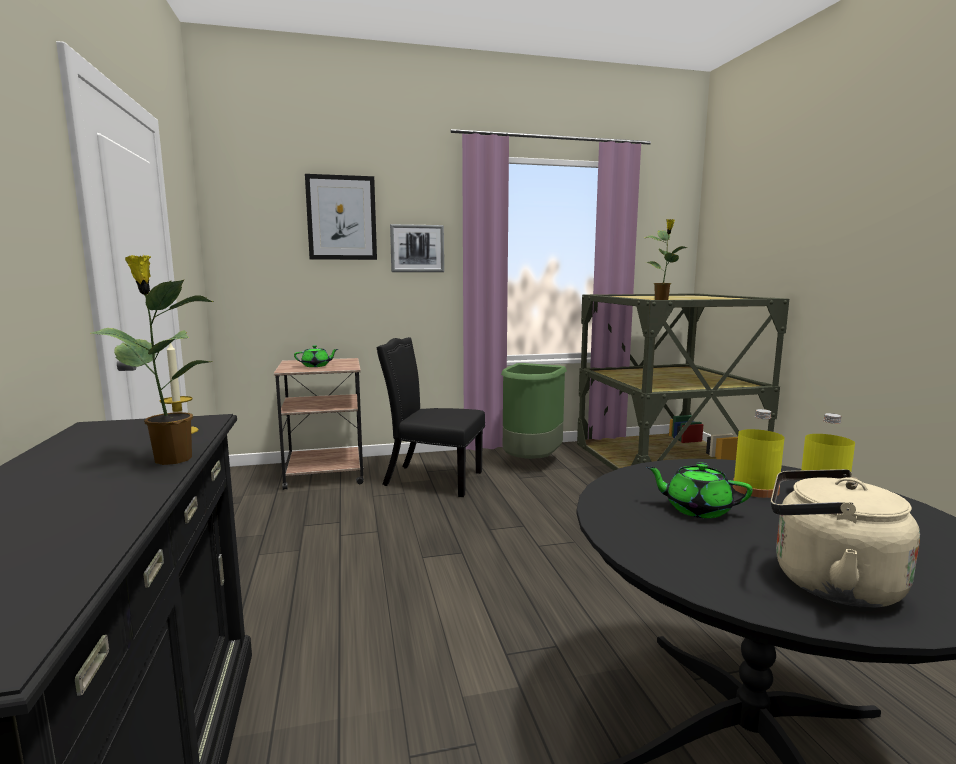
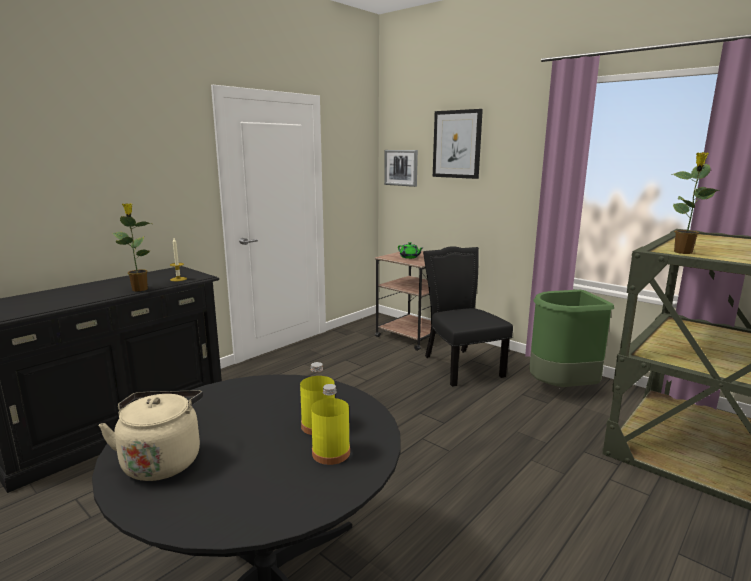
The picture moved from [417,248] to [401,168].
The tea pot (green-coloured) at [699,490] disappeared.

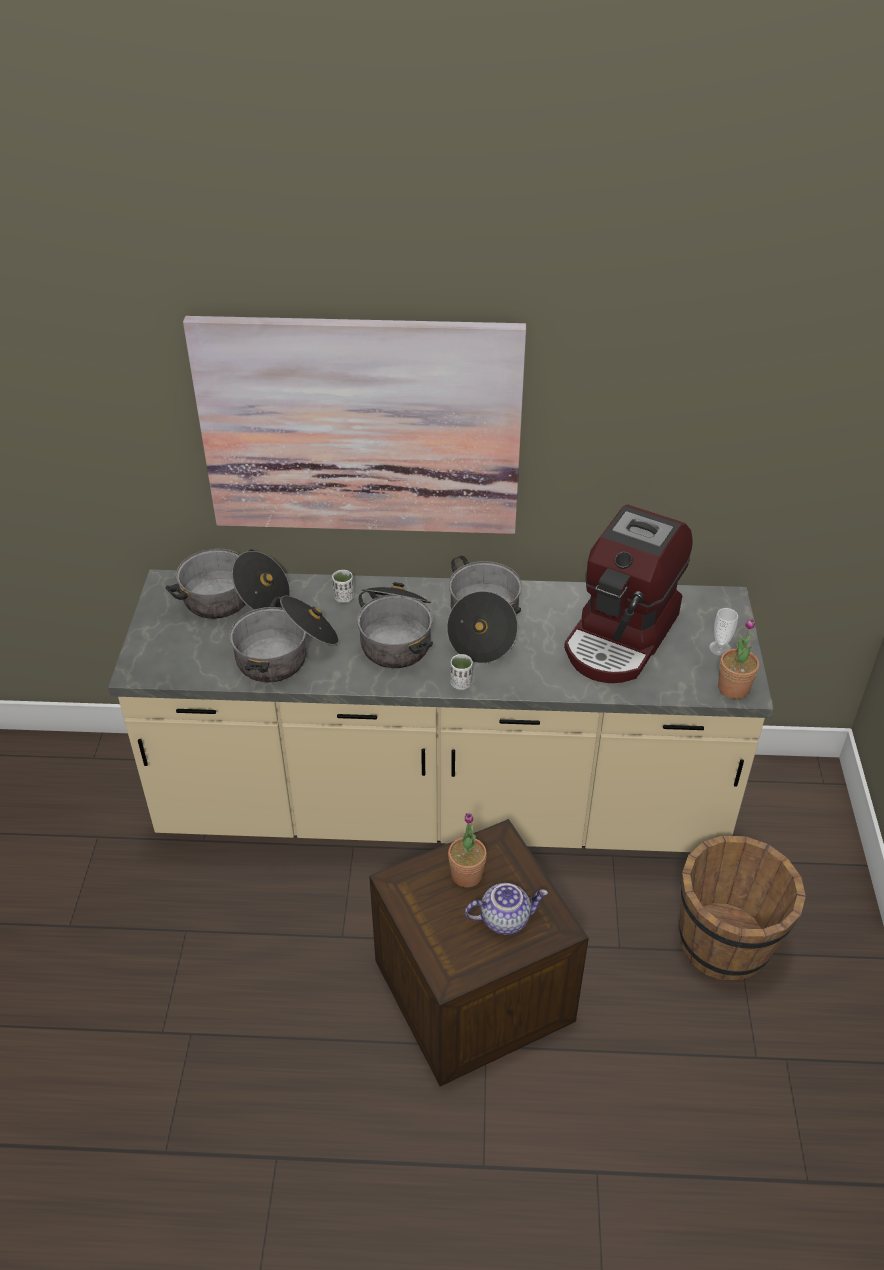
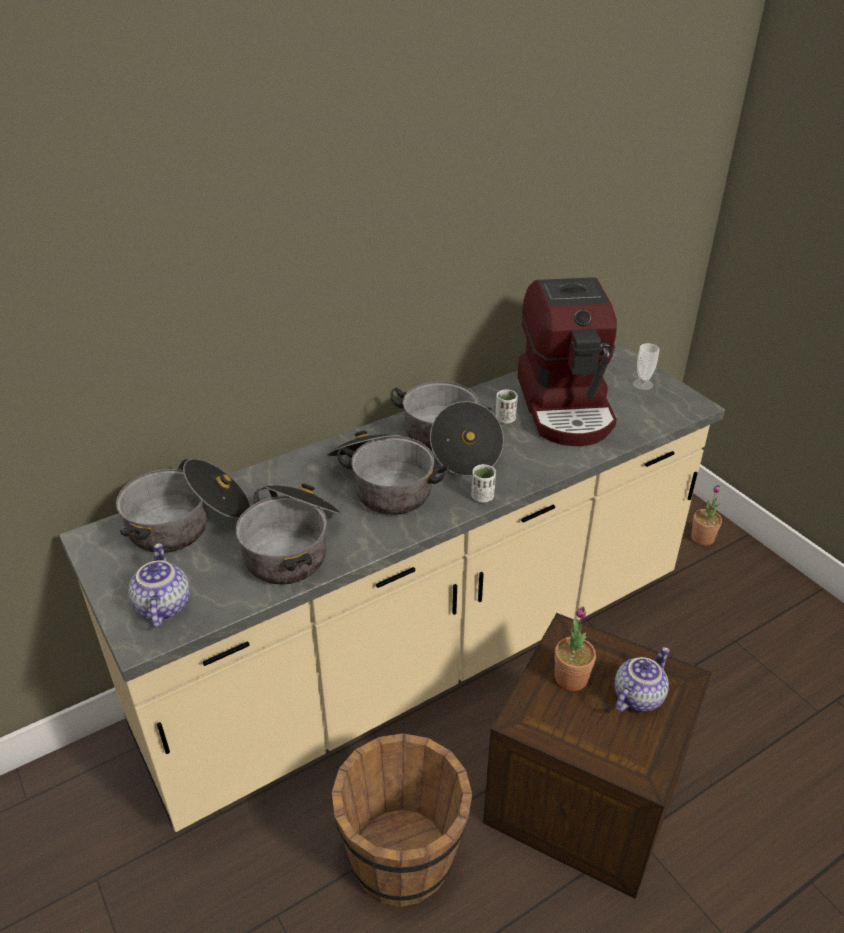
The picture at [354,425] disappeared.
The drinking cup (white) moved from [343,586] to [507,407].
The pail (brownish) moved from [742,908] to [402,820].
The potted plant moved from [738,658] to [706,515].
The tea pot at [159,586] appeared.

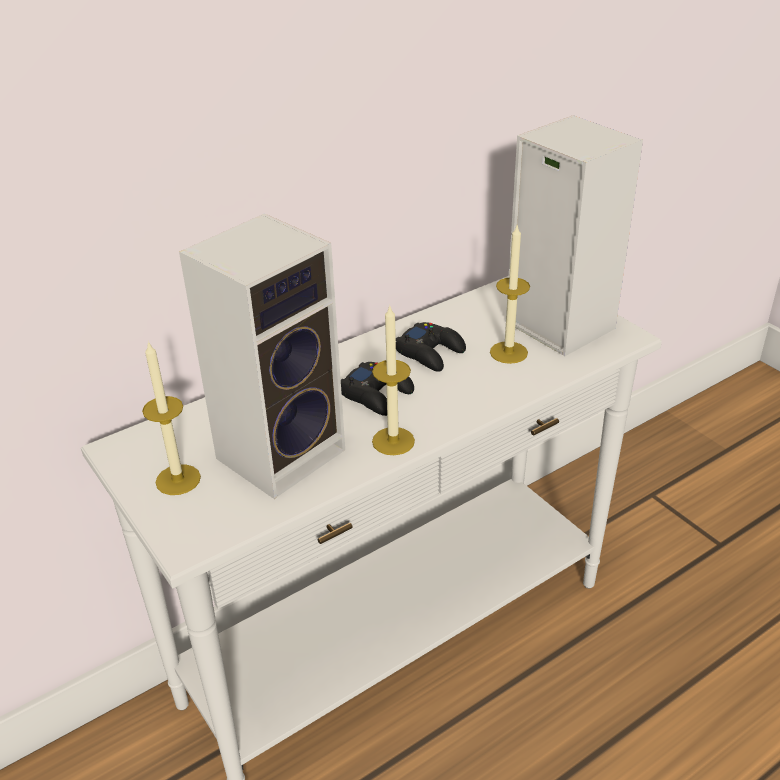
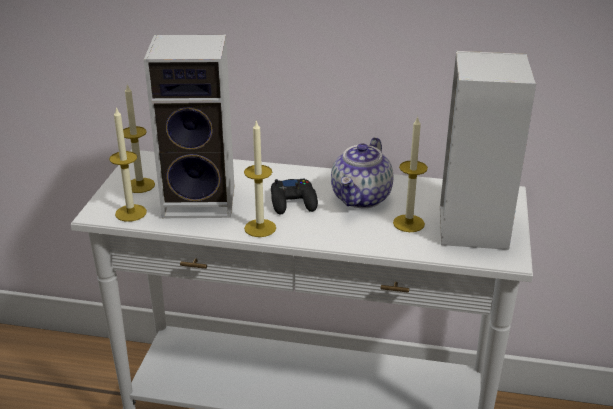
The game controller (blackish) at [431,347] was replaced by the tea pot at [362,172].
The wax light at [128,164] appeared.

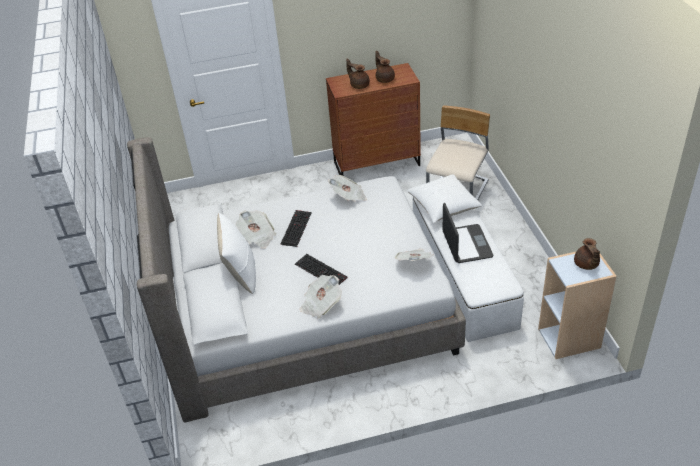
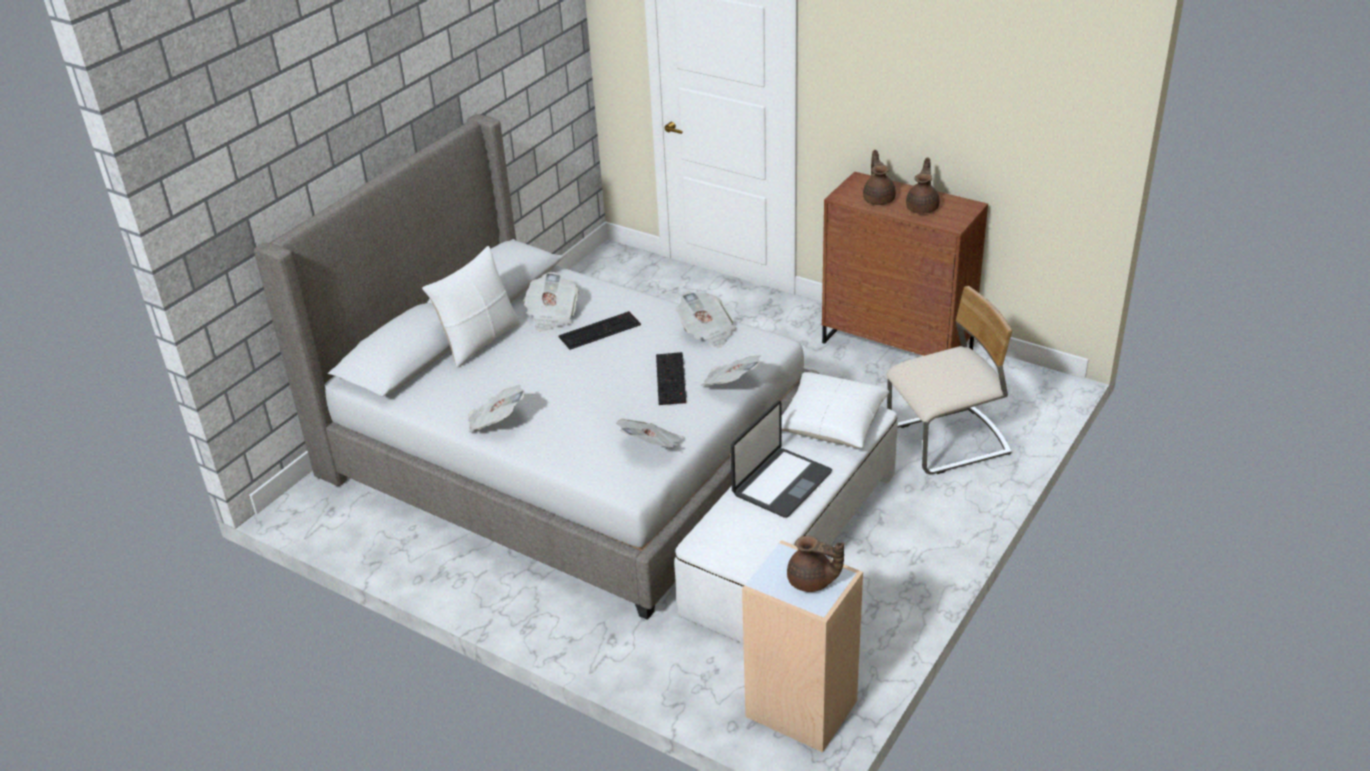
The keyboard moved from [321,269] to [671,378].
The tea pot (brownish) at [587,254] turned 105 degrees counterclockwise.
The printed paper at [731,370] appeared.

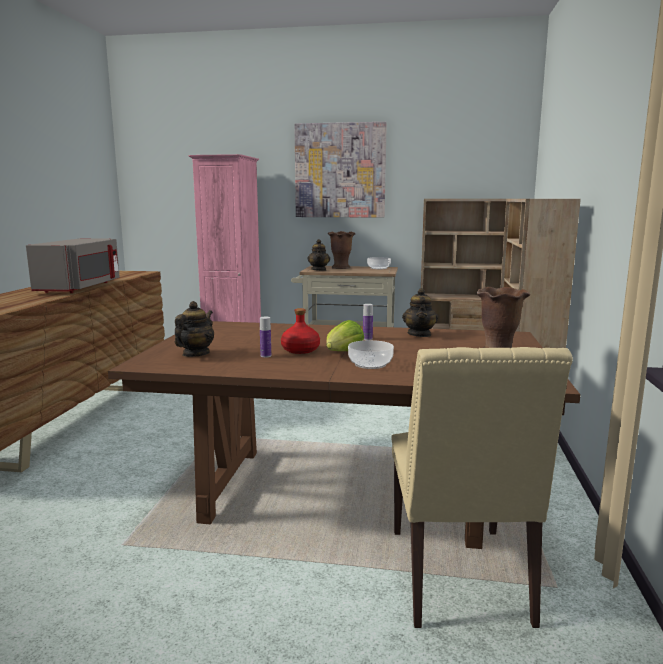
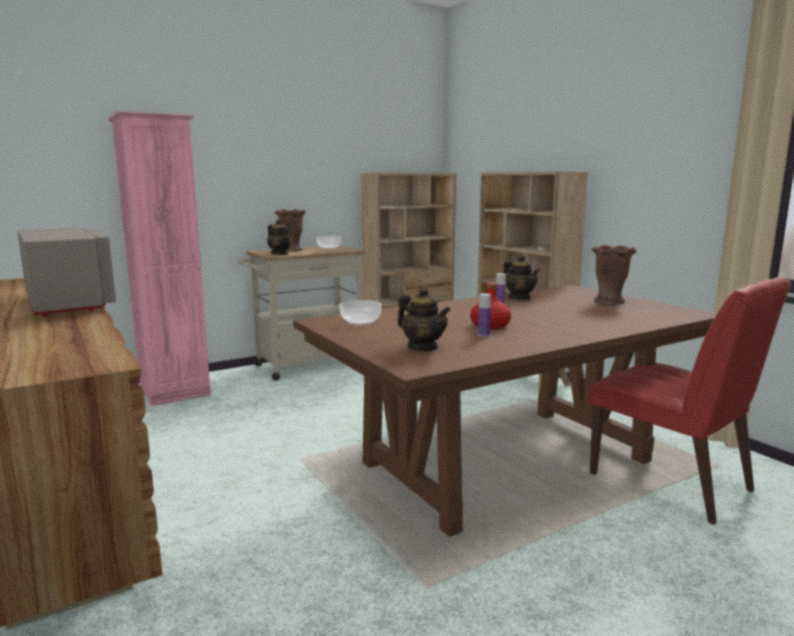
The tea pot at [194,329] turned 150 degrees clockwise.
The picture at [340,170] disappeared.
The lettuce head at [345,335] disappeared.
The deep dish moved from [371,354] to [361,312].
The chair (sand-coloured) at [482,487] became the chair (red) at [690,401].

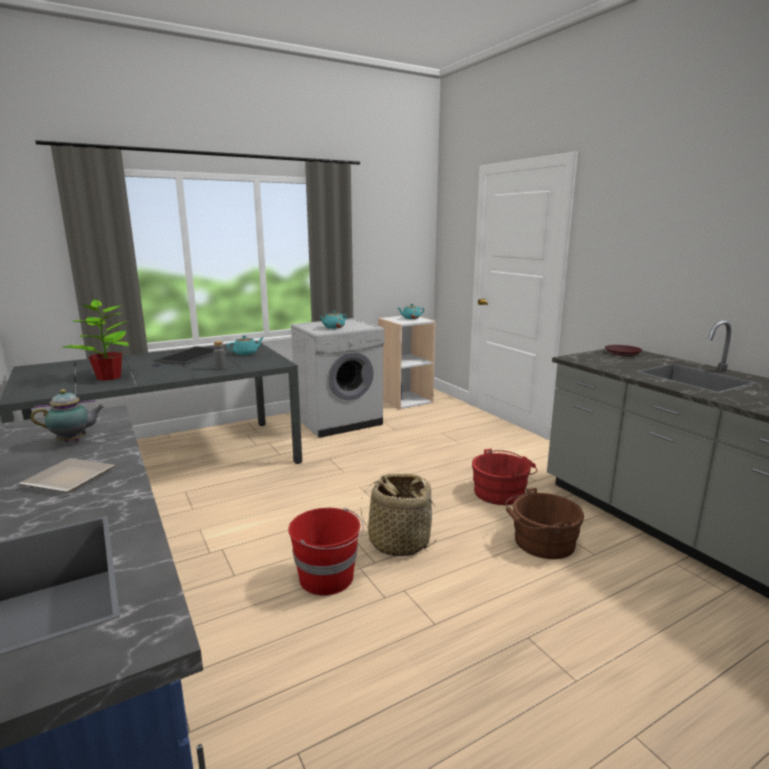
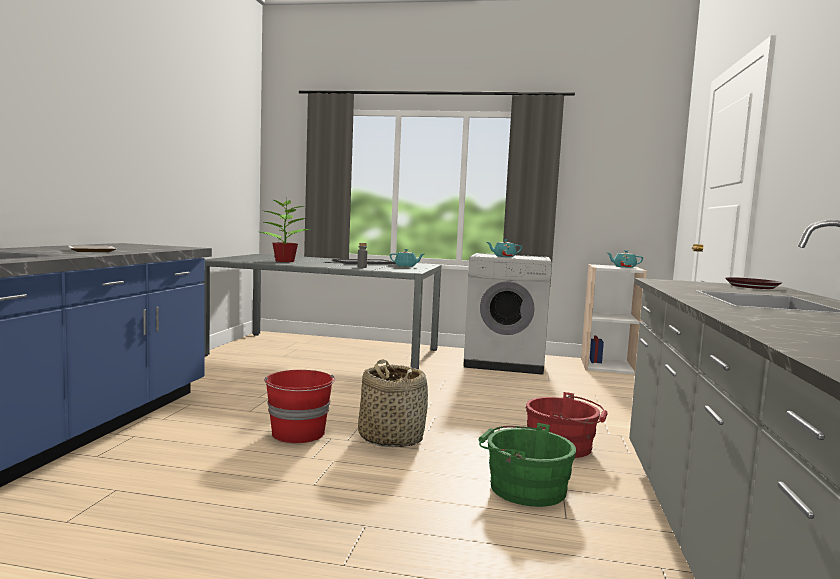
The tea pot at [67,415] disappeared.
The pail (brownish) at [545,523] became the pail (green-coloured) at [527,465].

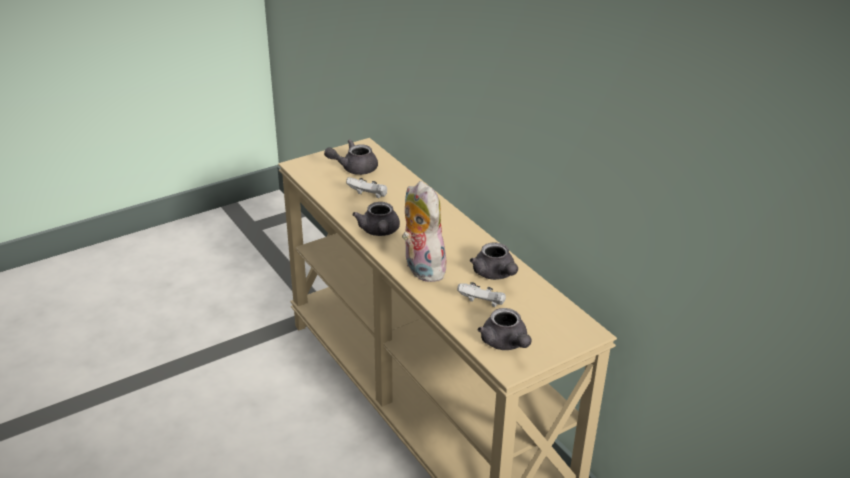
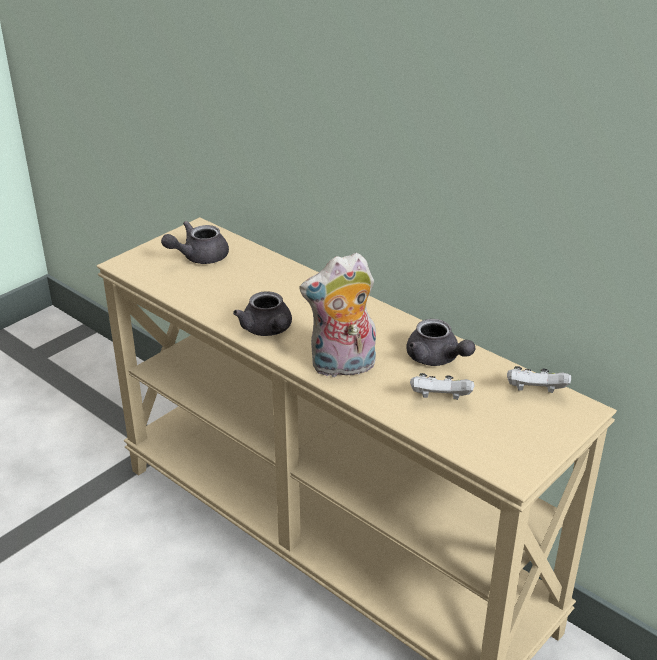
The game controller (white) moved from [366,187] to [539,379].
The plush toy at [424,231] turned 60 degrees counterclockwise.
The tea pot (gray) at [505,329] disappeared.

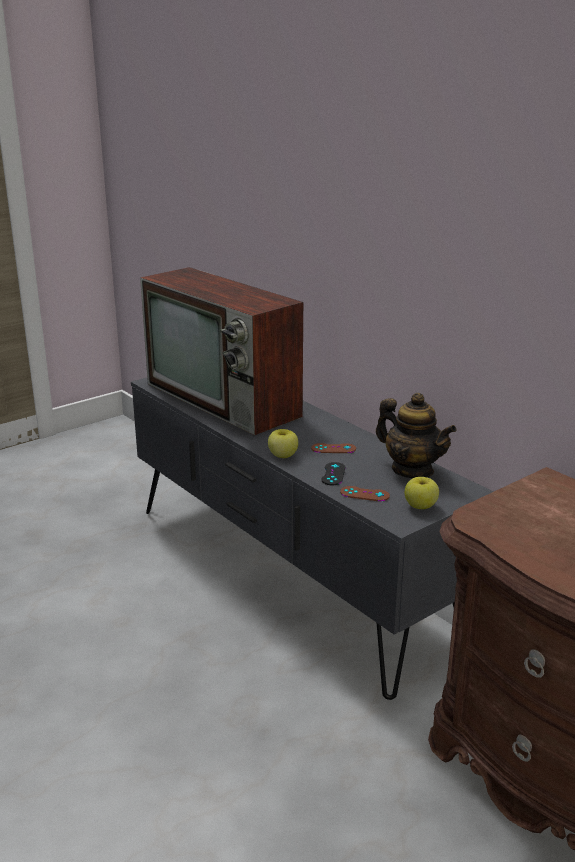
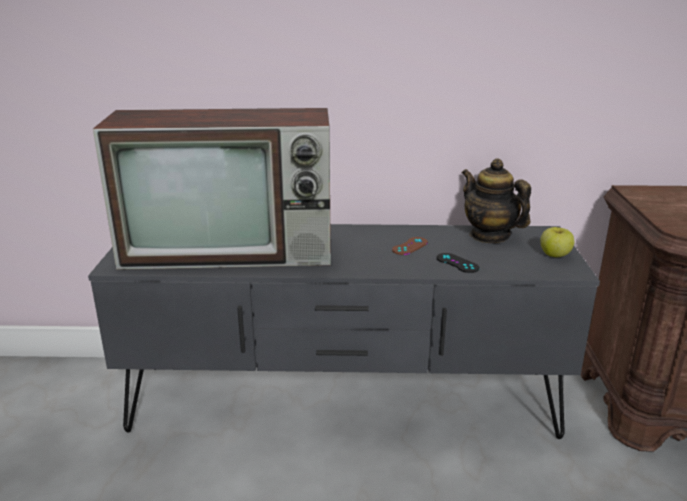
The whole apple at [283,443] disappeared.
The game controller (brownish) at [365,493] disappeared.
The tea pot at [416,435] turned 120 degrees counterclockwise.

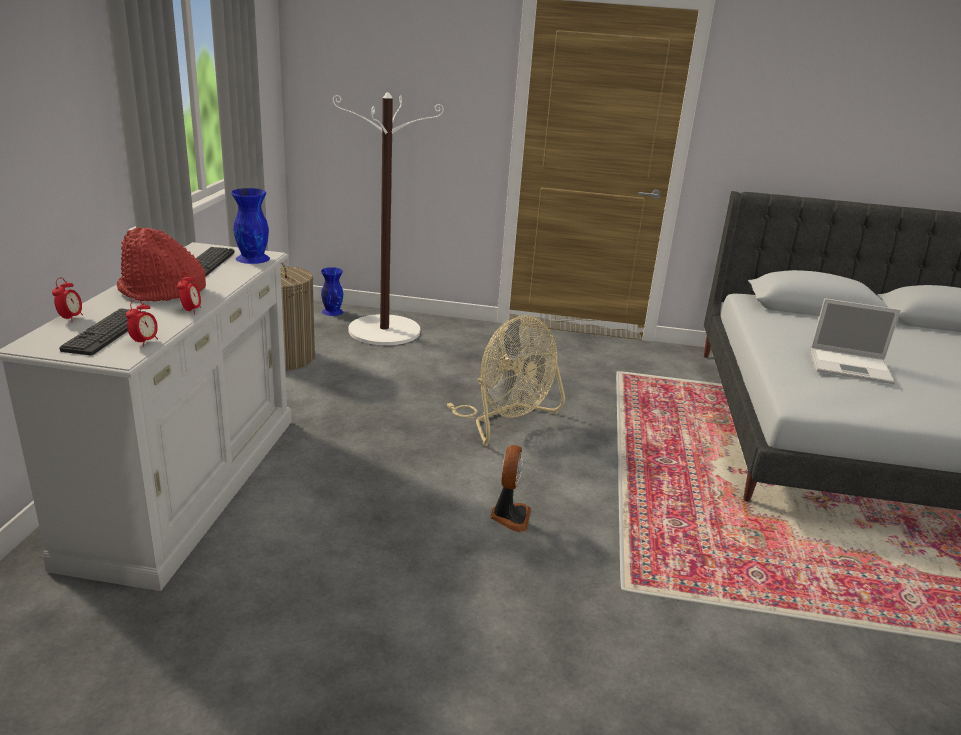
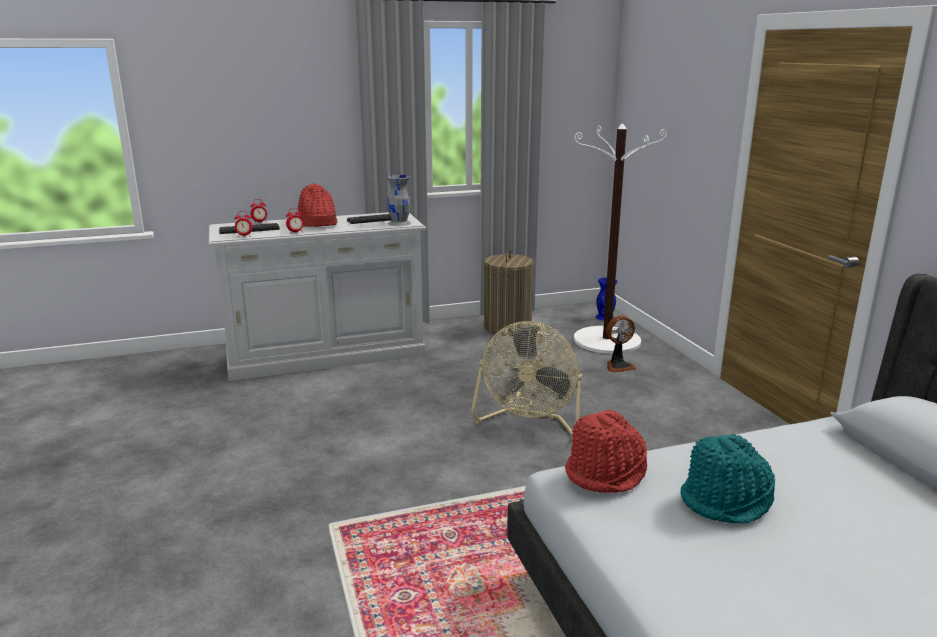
The decorative vase (blue) at [250,226] became the decorative vase (gray) at [398,200].
The cooling fan moved from [510,488] to [621,344].
The notebook computer at [856,341] was replaced by the hat (turquoise) at [728,479].
The hat (red) at [606,451] appeared.

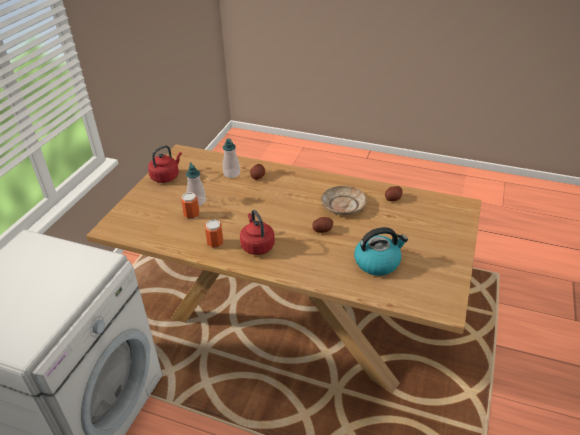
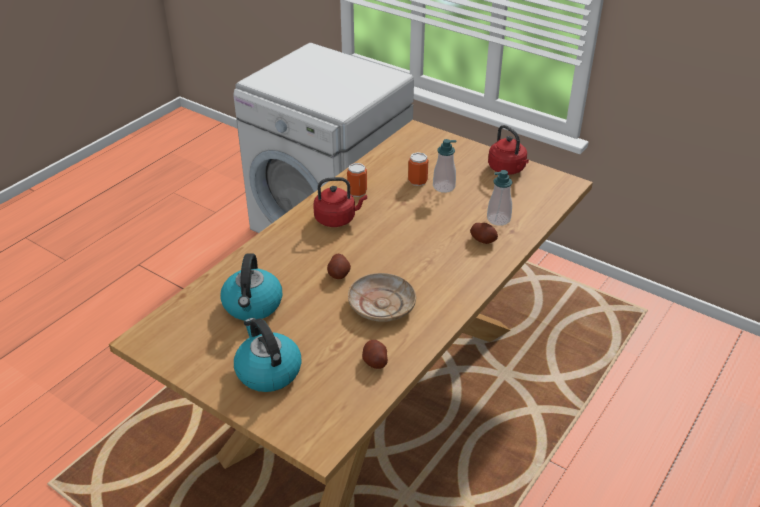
The kettle at [268,355] appeared.

